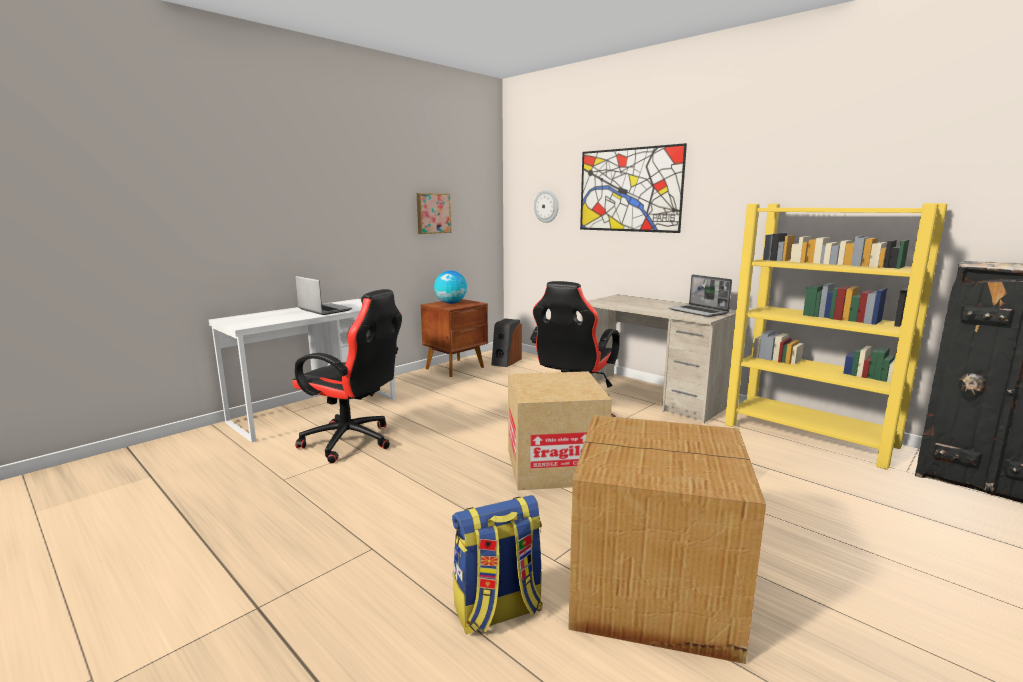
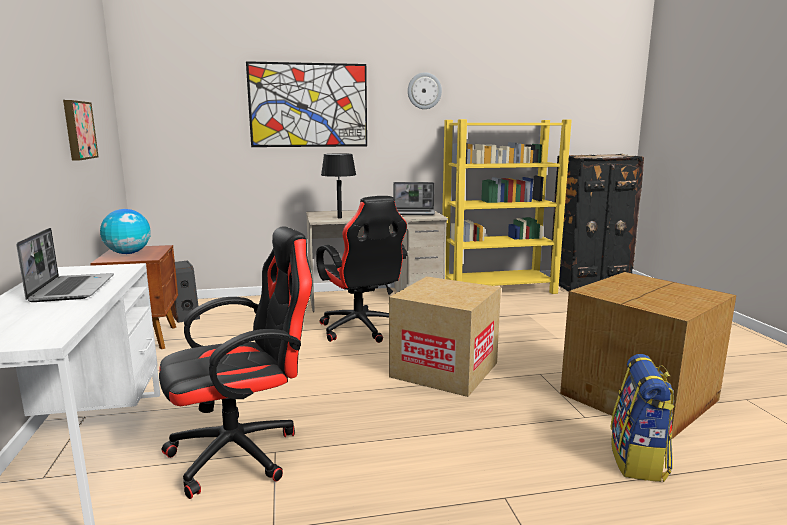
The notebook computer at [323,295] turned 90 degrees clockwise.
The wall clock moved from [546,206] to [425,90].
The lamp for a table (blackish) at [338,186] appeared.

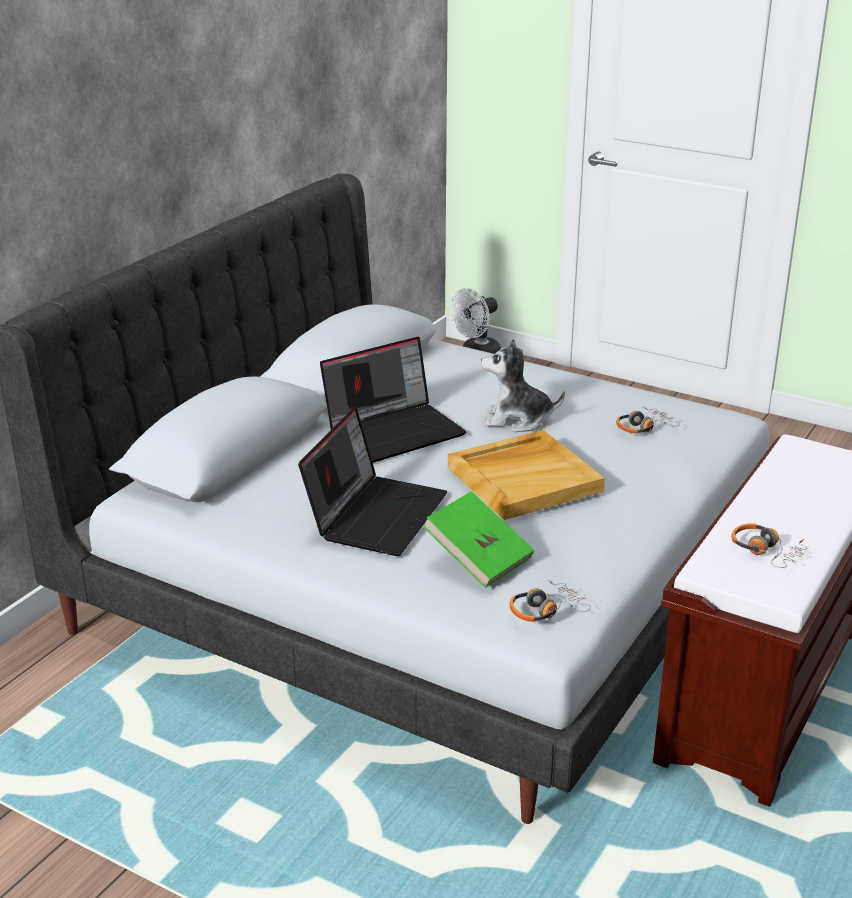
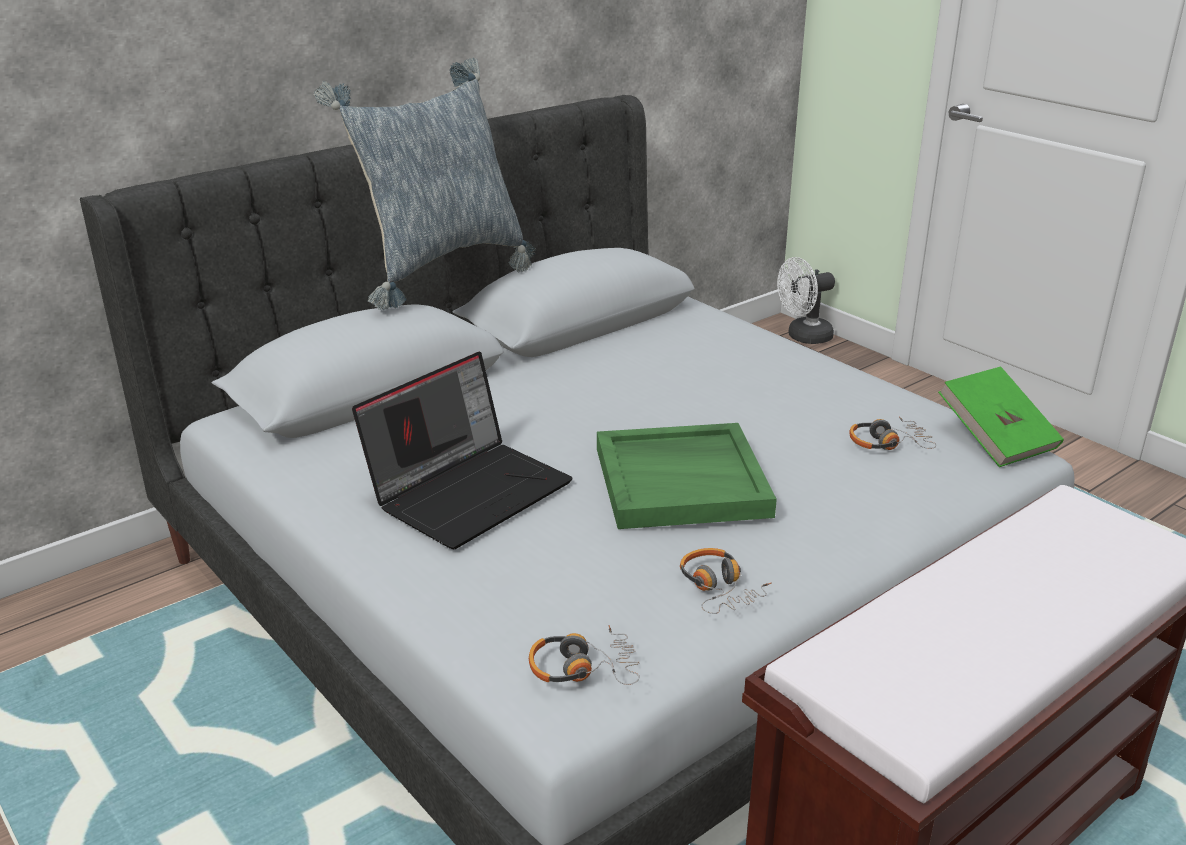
The notebook computer at [393,400] disappeared.
The bound book (green-coloured) moved from [478,539] to [1001,416].
The tray (sand-coloured) at [526,475] became the tray (green-coloured) at [687,476].
The plush toy at [523,385] disappeared.
The headset moved from [769,546] to [726,581].
The cushion at [424,184] appeared.

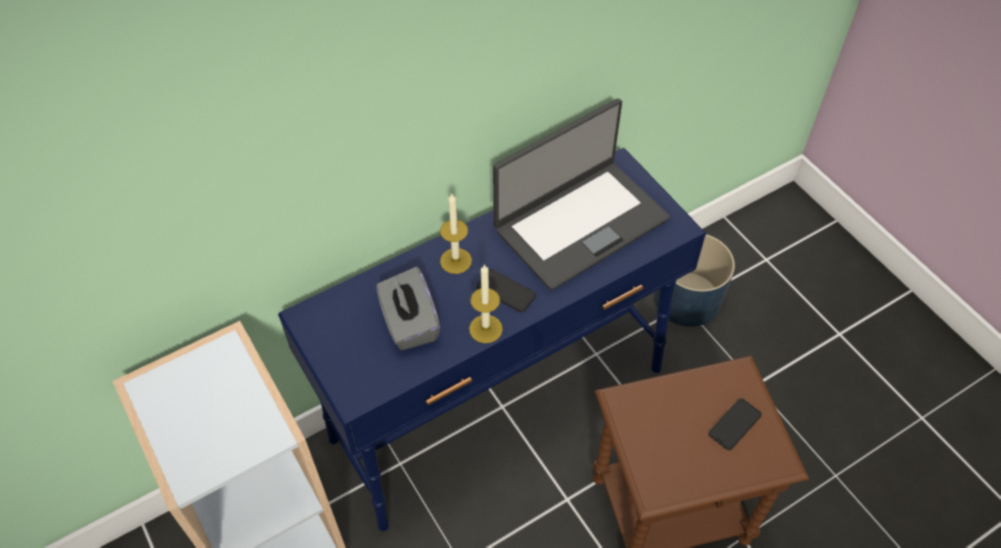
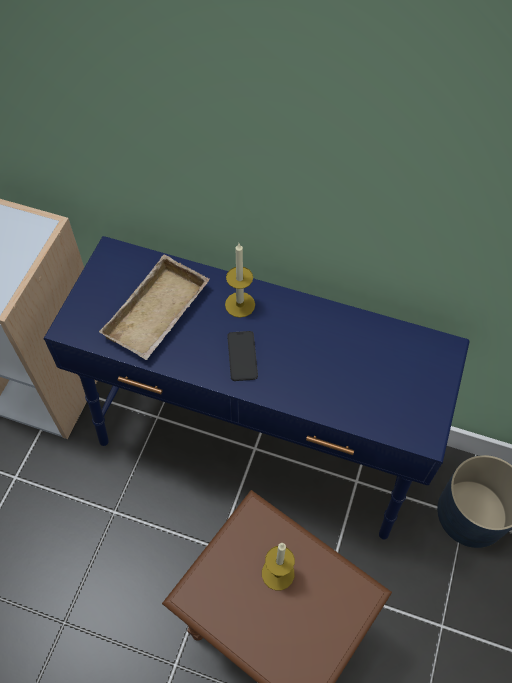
The tissue holder (gray) at [408,308] was replaced by the tray (sand-coloured) at [154,307].
The wax light moved from [486,303] to [278,566].
The notebook computer at [581,195] disappeared.
The phone at [735,424] disappeared.

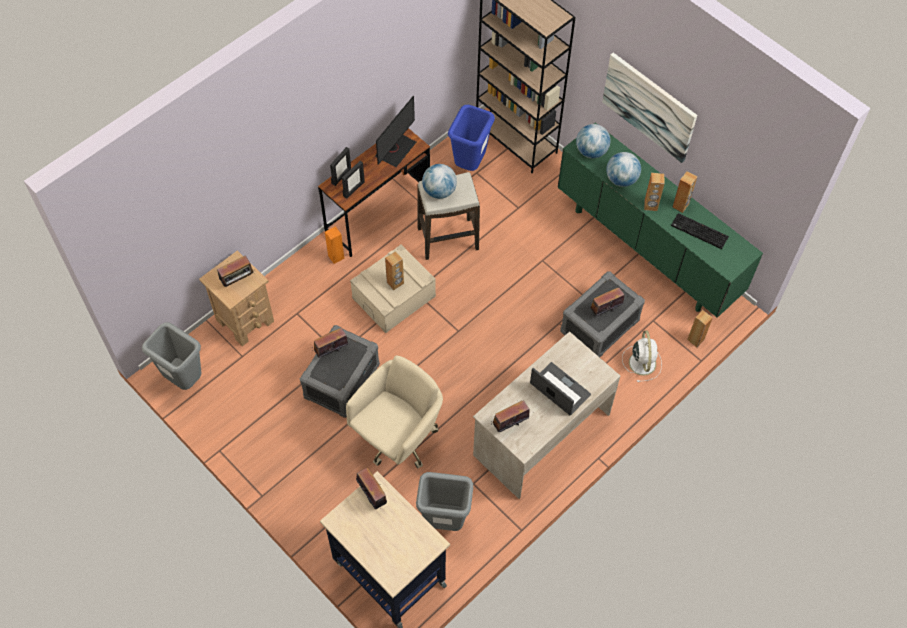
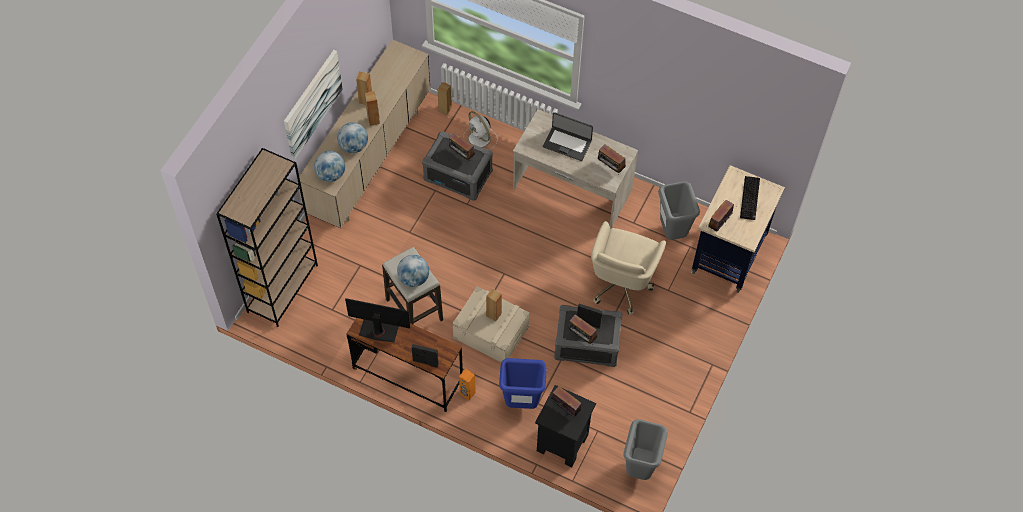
The bedside table (sand-coloured) at [236,298] became the bedside table (blackish) at [565,426].
The photo frame moved from [353,180] to [590,316].
The office chair (sand-coloured) at [394,412] turned 90 degrees counterclockwise.
The waste bin (blue) moved from [471,138] to [523,383].
The notebook computer at [560,388] turned 90 degrees counterclockwise.
The storage cabinet (green-coloured) at [660,220] became the storage cabinet (sand-coloured) at [364,133].
The cooling fan (white) at [642,356] turned 105 degrees counterclockwise.
The keyboard moved from [700,231] to [750,198].

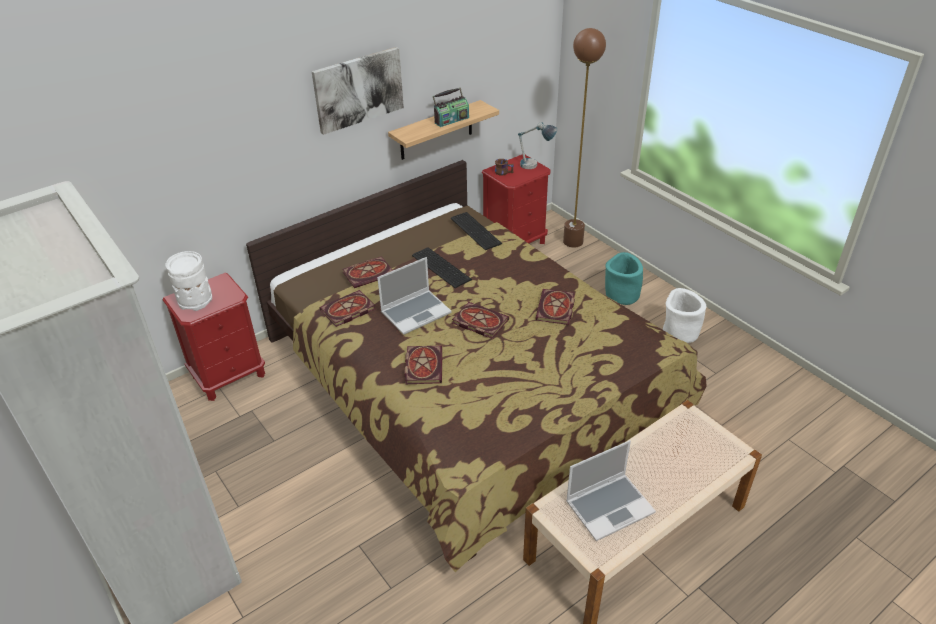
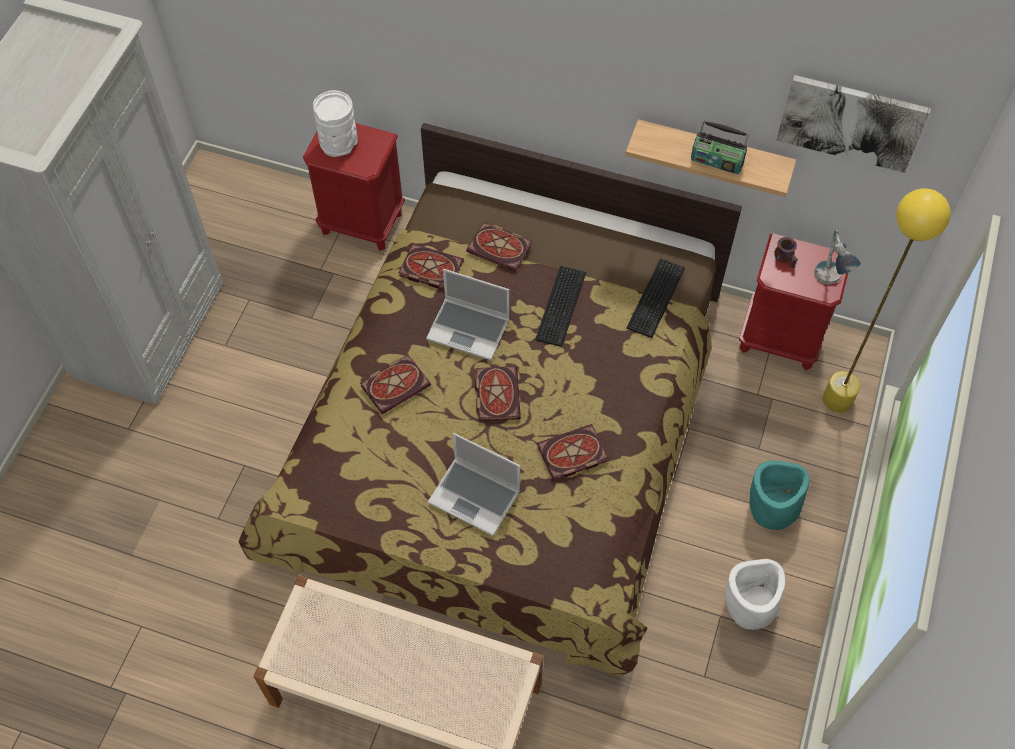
The picture moved from [358,91] to [853,124].
The standard lamp (brownish) at [584,138] became the standard lamp (yellow-coloured) at [887,300].
The notebook computer moved from [611,490] to [474,484].

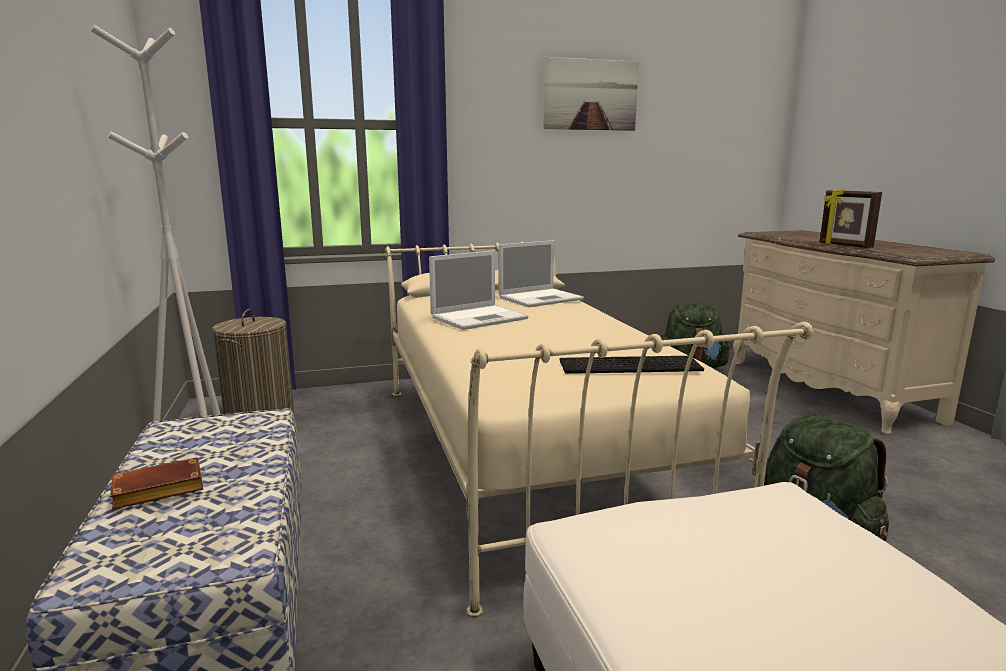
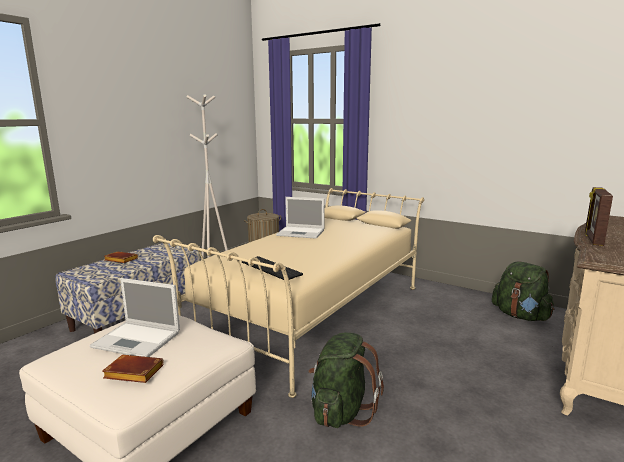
The notebook computer moved from [541,273] to [134,317].
The picture at [591,94] disappeared.
The bound book (brownish) at [133,369] appeared.

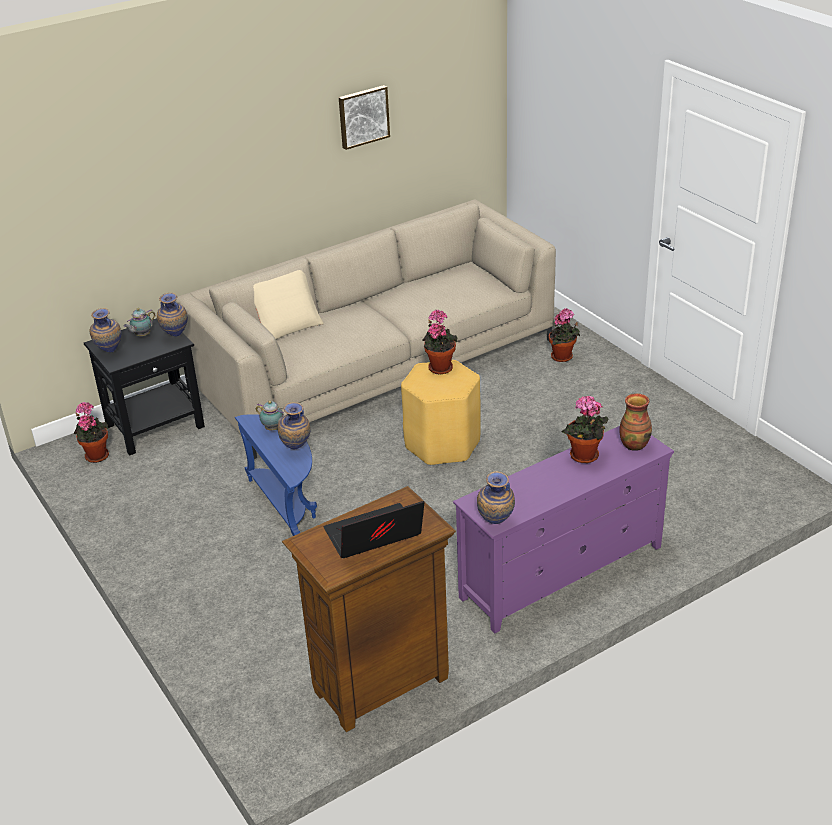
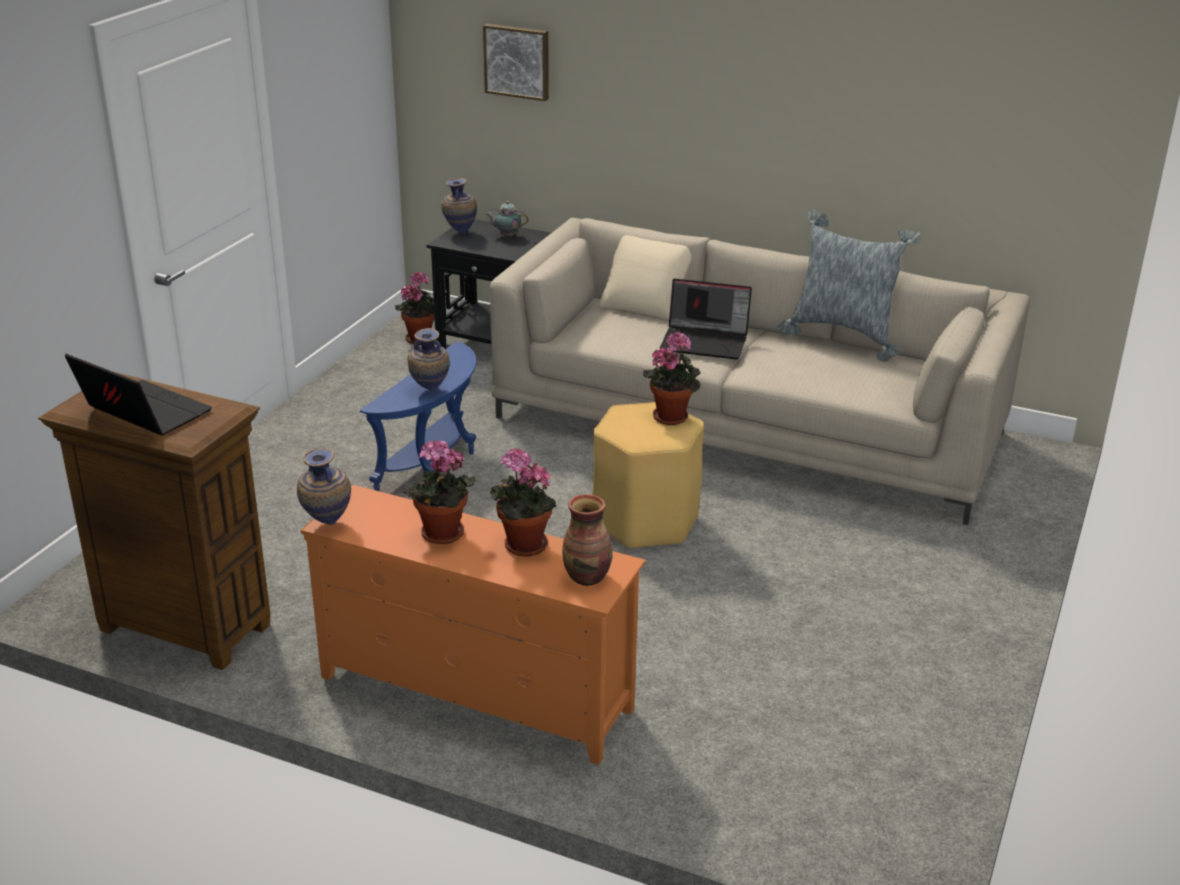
The decorative vase at [172,315] disappeared.
The tea pot at [270,415] disappeared.
The picture moved from [364,117] to [516,62].
The media console (purplish) at [563,529] became the media console (orangey) at [472,625].
The potted plant moved from [564,335] to [440,492].
The notebook computer at [706,319] appeared.
The cushion at [849,285] appeared.

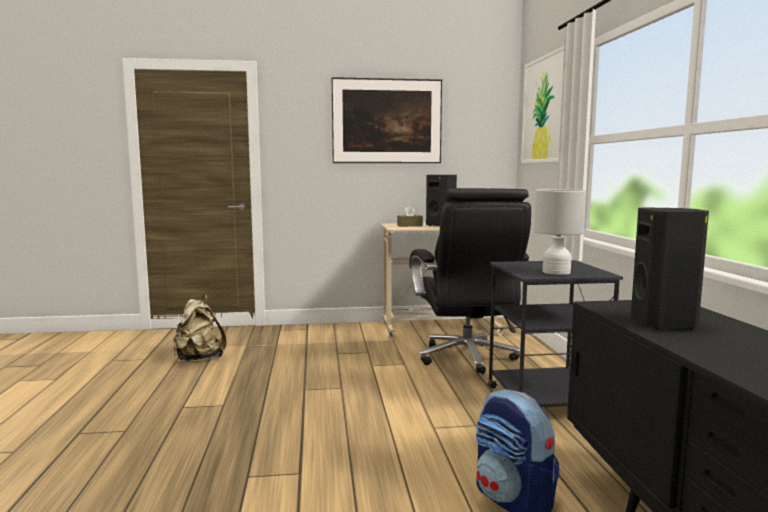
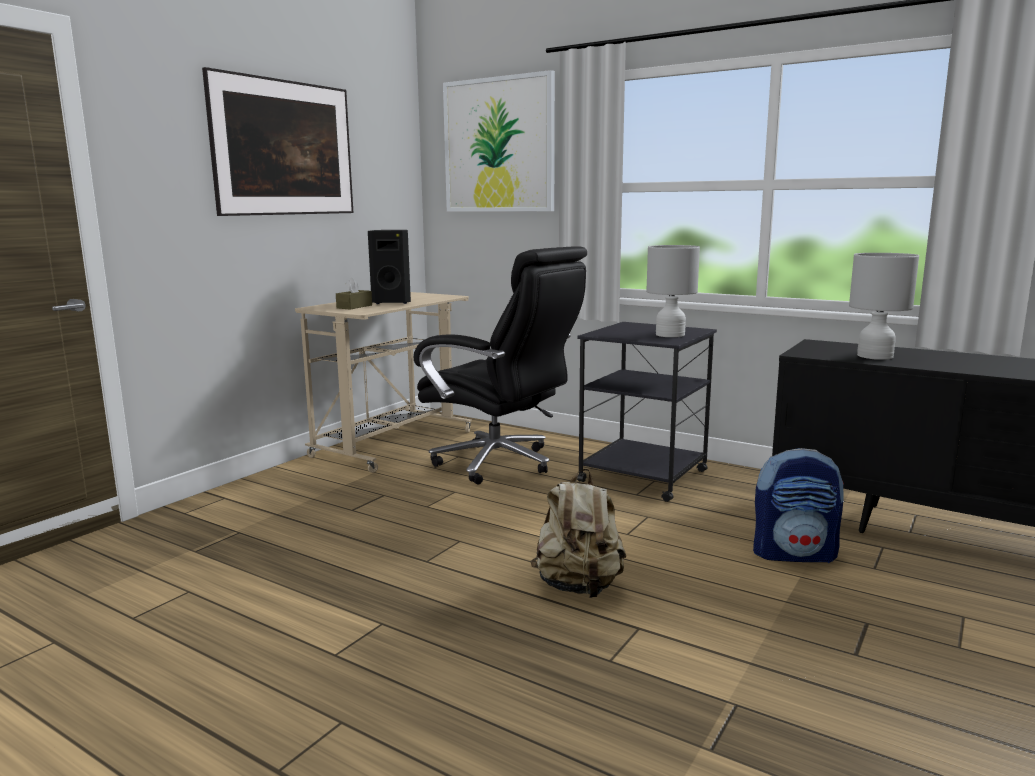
The rucksack (sand-coloured) moved from [200,328] to [578,533].
The speaker (blackish) at [670,268] was replaced by the lamp for a table (gray) at [884,306].

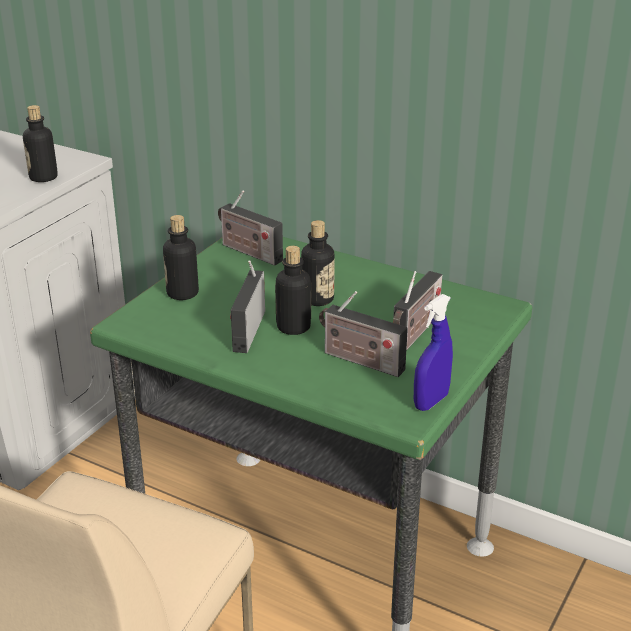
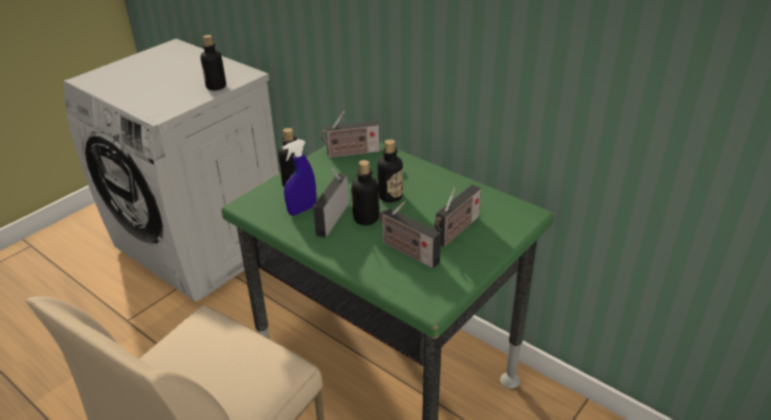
The radio at [250,228] turned 60 degrees counterclockwise.
The hand sprayer (blue) moved from [433,352] to [299,177].

